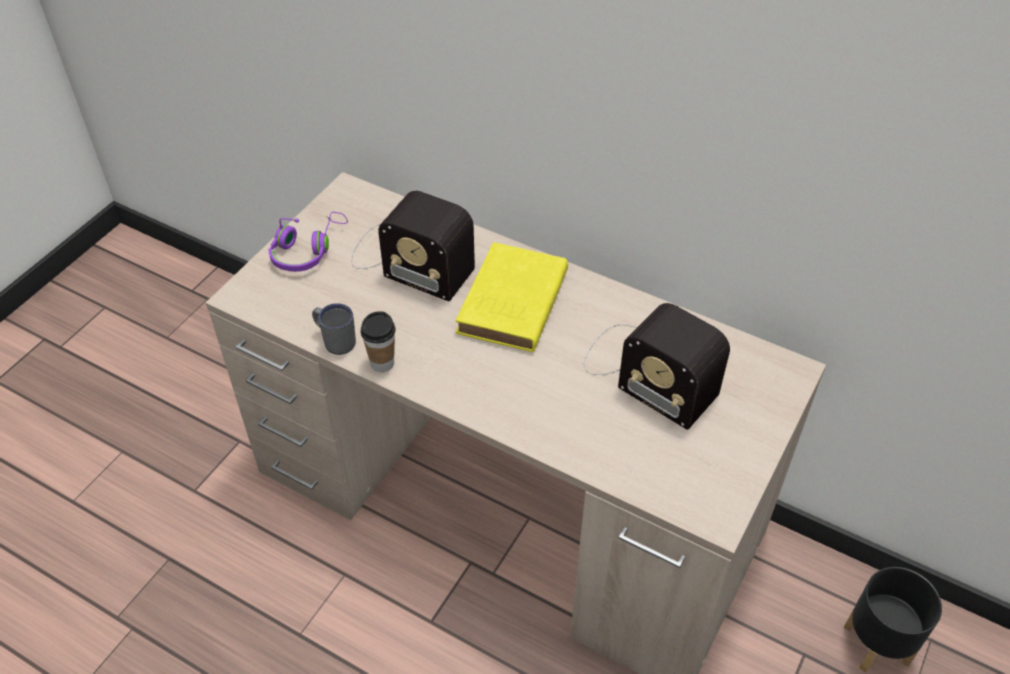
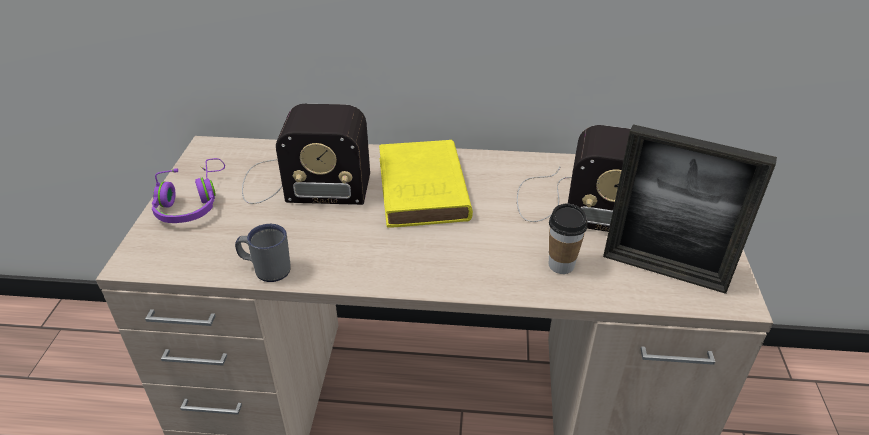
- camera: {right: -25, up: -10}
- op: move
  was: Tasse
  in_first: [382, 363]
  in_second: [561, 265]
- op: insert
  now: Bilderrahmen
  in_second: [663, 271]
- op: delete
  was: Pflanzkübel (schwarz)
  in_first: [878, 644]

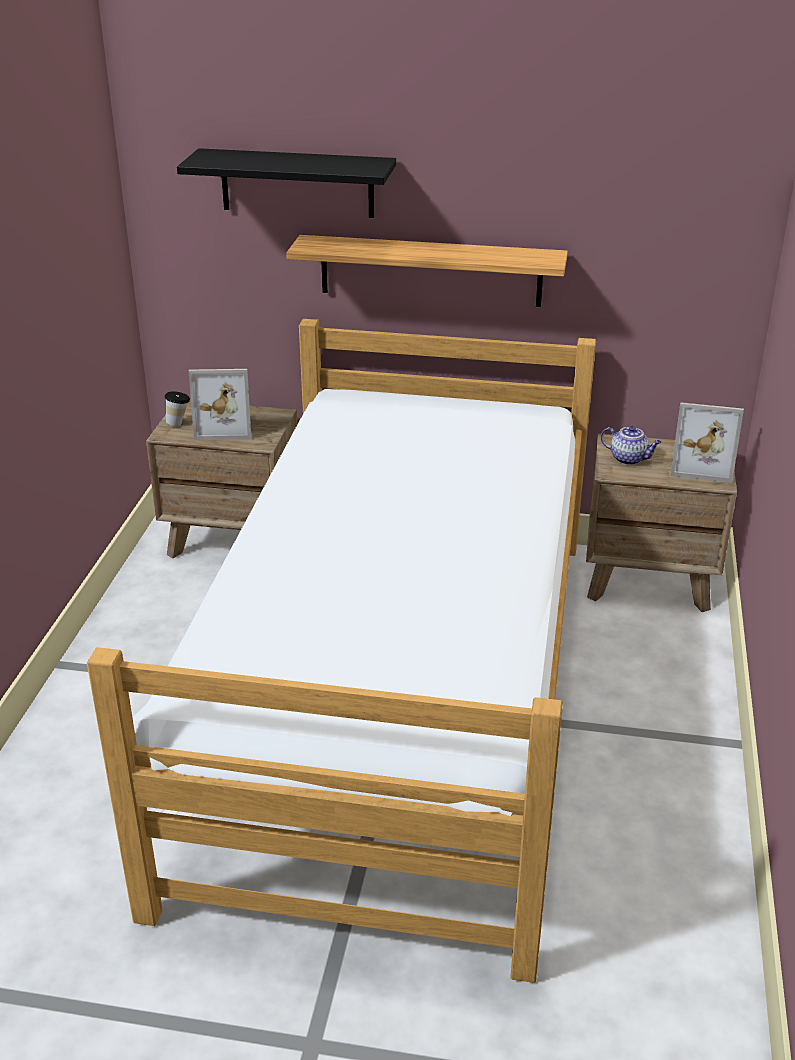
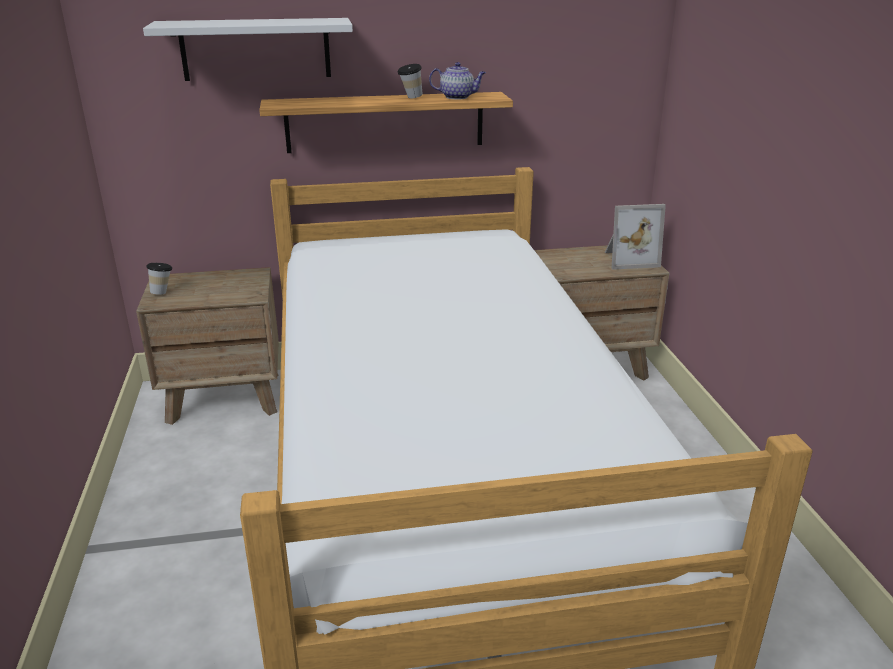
- camera: {right: -20, up: -5}
- op: recolor
  was: Wandregal (schwarz)
  now: Wandregal (weiß)
  in_first: [297, 183]
  in_second: [256, 49]
- op: insert
  now: Tasse
  in_second: [410, 98]
- op: move
  was: Teekanne
  in_first: [629, 459]
  in_second: [458, 97]
- op: delete
  was: Bilderrahmen
  in_first: [225, 427]

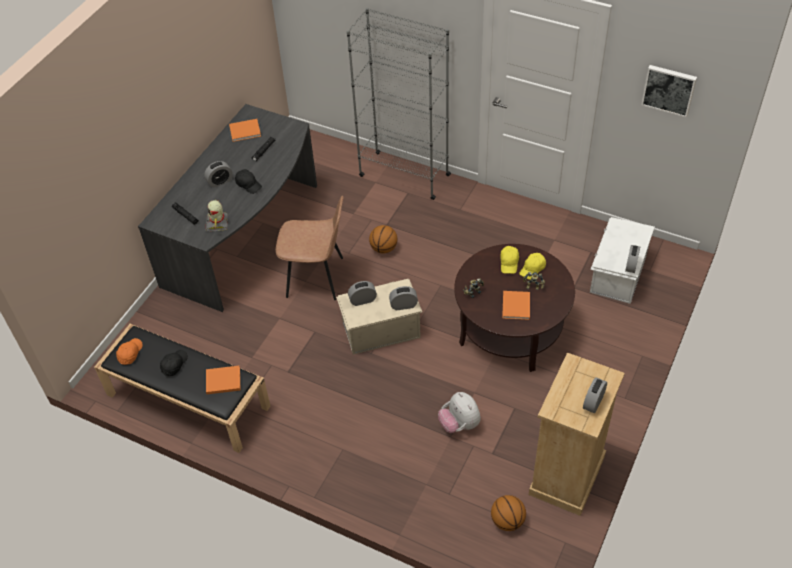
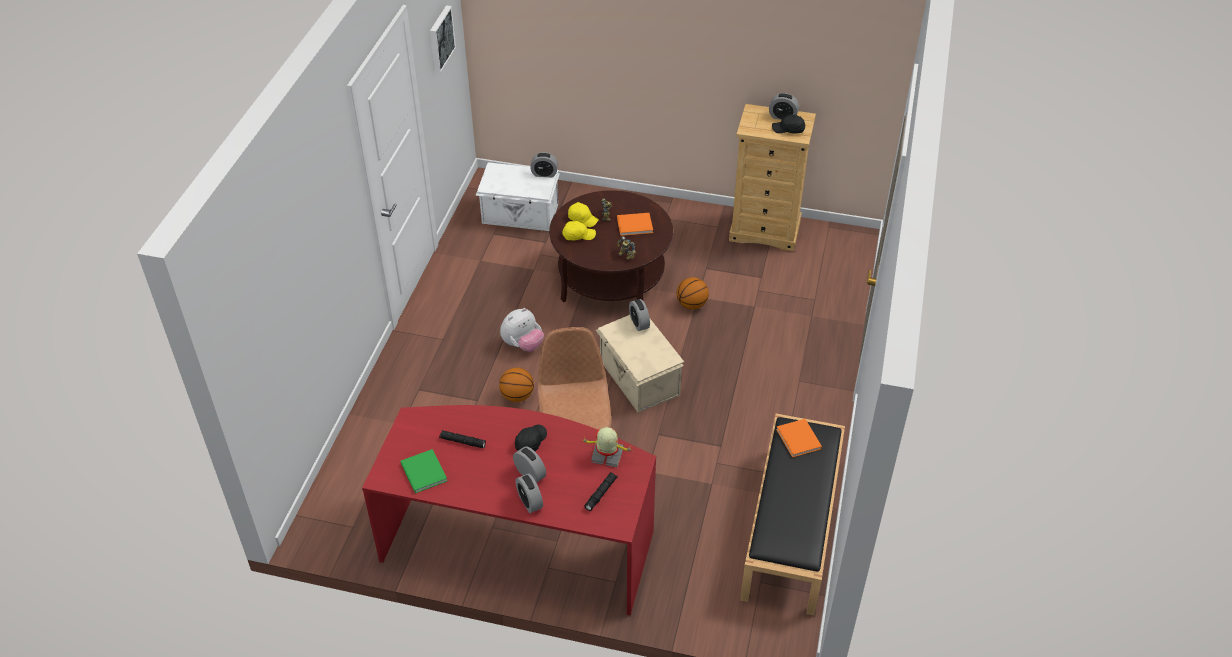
- camera: {right: -105, up: -5}
- op: recolor
  was: Schreibtisch (grau)
  now: Schreibtisch (rot)
  in_first: [246, 236]
  in_second: [520, 540]
- op: recolor
  was: Buch (orange)
  now: Buch (grün)
  in_first: [246, 131]
  in_second: [423, 471]
- op: move
  was: Plüschtier
  in_first: [459, 424]
  in_second: [522, 345]
- op: move
  was: Wecker
  in_first: [362, 300]
  in_second: [529, 502]
- op: rotate
  was: Spielzeugroboter
  in_first: [218, 223]
  in_second: [607, 456]
  clockwise: -150
- op: move
  was: Basketball
  in_first: [507, 521]
  in_second: [692, 305]
- op: move
  was: Kappe (schwarz)
  in_first: [174, 365]
  in_second: [788, 129]
- op: delete
  was: Kappe (orange)
  in_first: [130, 353]
- op: delete
  was: Bücherregal (grau)
  in_first: [404, 175]

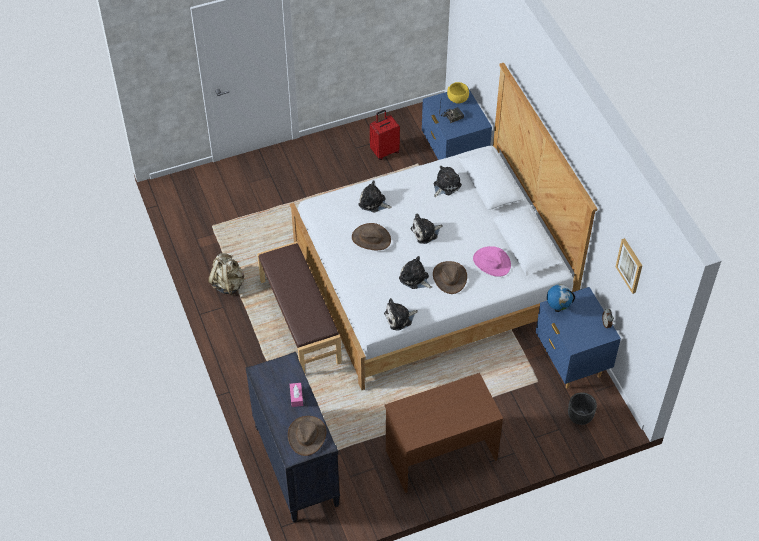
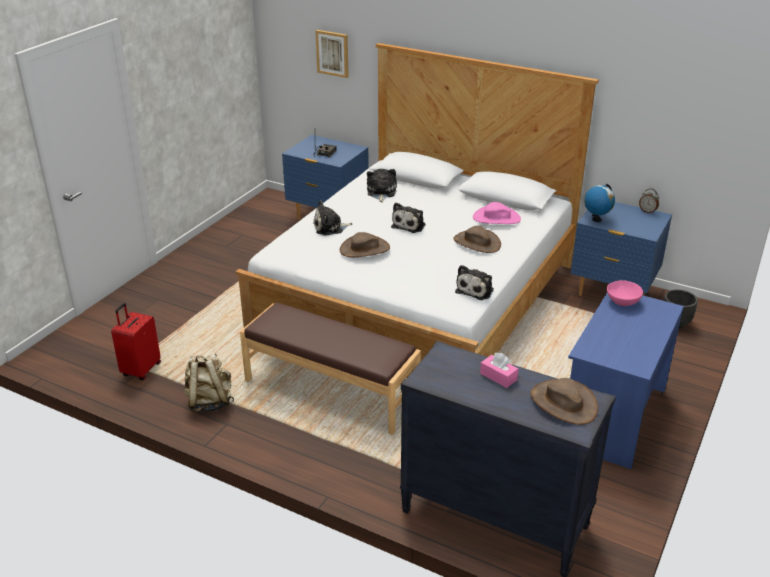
- camera: {right: -40, up: -20}
- op: move
  was: Koffer (rot)
  in_first: [384, 151]
  in_second: [140, 370]
- op: move
  was: Bild
  in_first: [630, 265]
  in_second: [332, 53]
- op: recolor
  was: Schreibtisch (braun)
  now: Schreibtisch (blau)
  in_first: [440, 454]
  in_second: [612, 416]
- op: insert
  now: Schüssel (rosa)
  in_second: [622, 302]
- op: delete
  was: Plüschtier
  in_first: [415, 279]
- op: delete
  was: Schüssel (gelb)
  in_first: [457, 99]

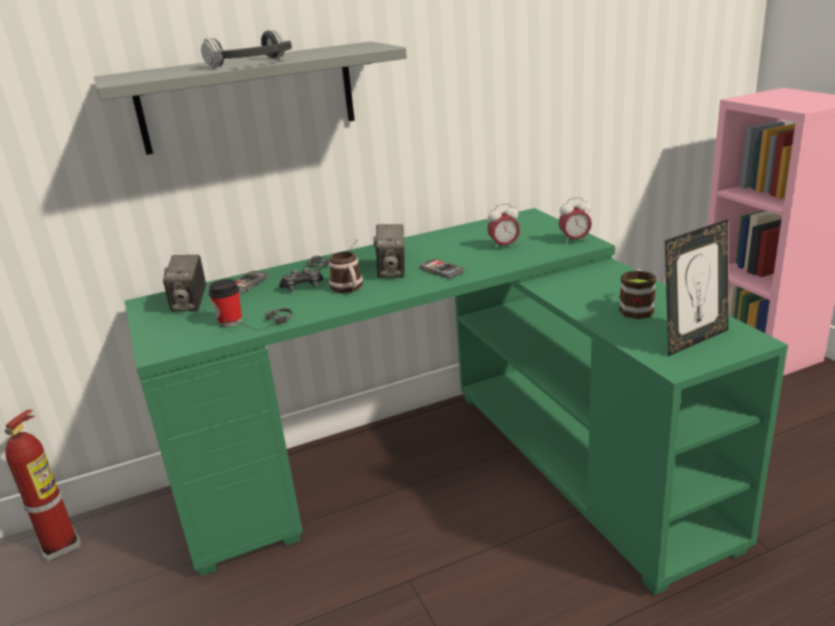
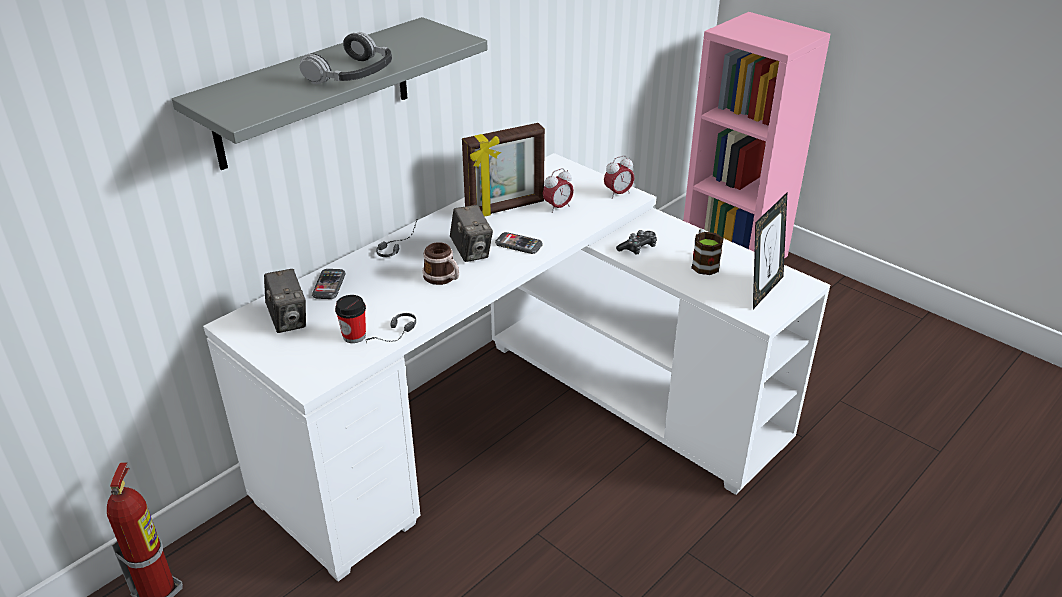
- camera: {right: -25, up: 10}
- op: recolor
  was: Schreibtisch (grün)
  now: Schreibtisch (weiß)
  in_first: [453, 471]
  in_second: [523, 424]
- op: insert
  now: Bilderrahmen
  in_second: [505, 208]
- op: move
  was: Gamepad
  in_first: [302, 287]
  in_second: [638, 248]

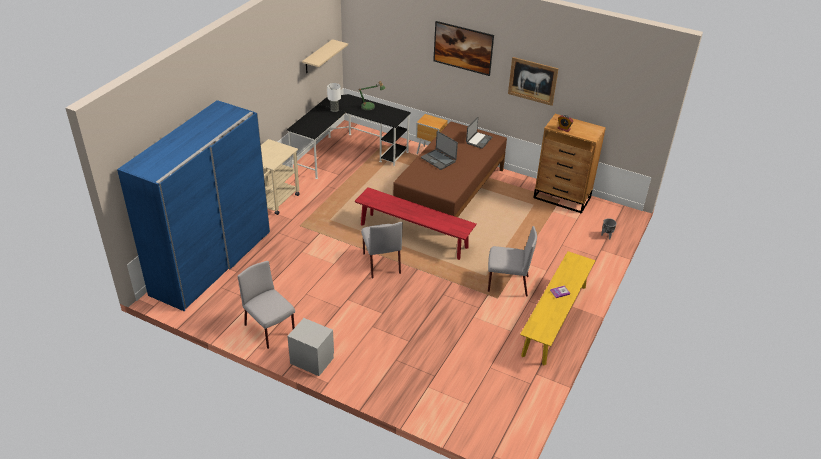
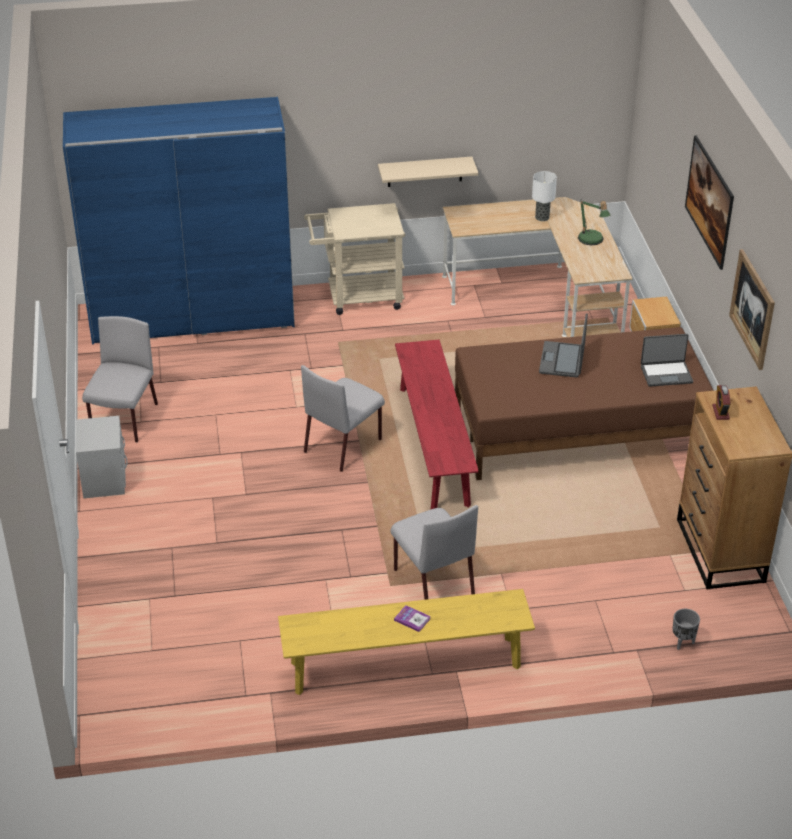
- camera: {right: 55, up: 0}
- op: move
  was: Wandregal (beige)
  in_first: [317, 57]
  in_second: [425, 171]
- op: recolor
  was: Schreibtisch (schwarz)
  now: Schreibtisch (beige)
  in_first: [347, 153]
  in_second: [543, 299]

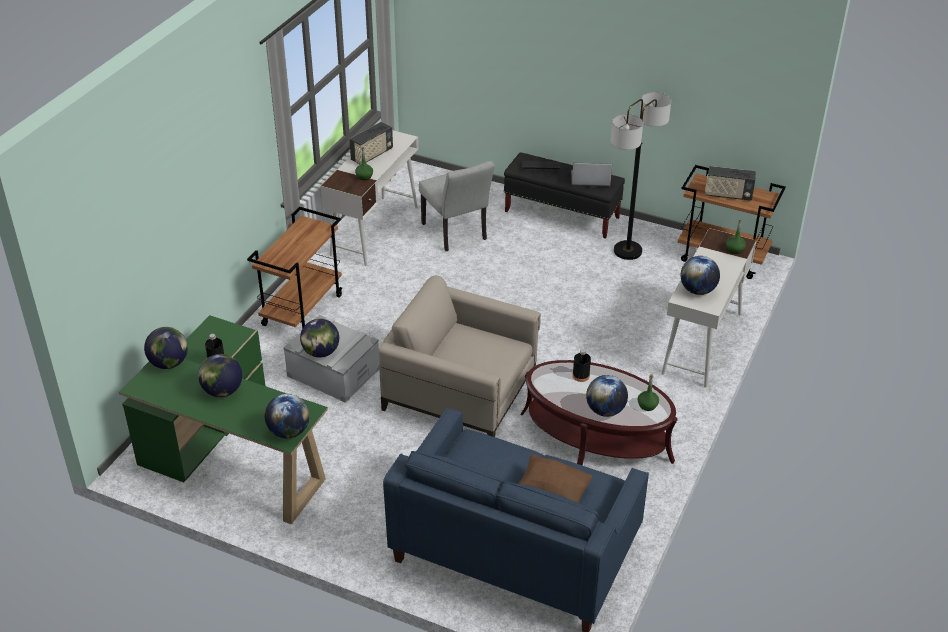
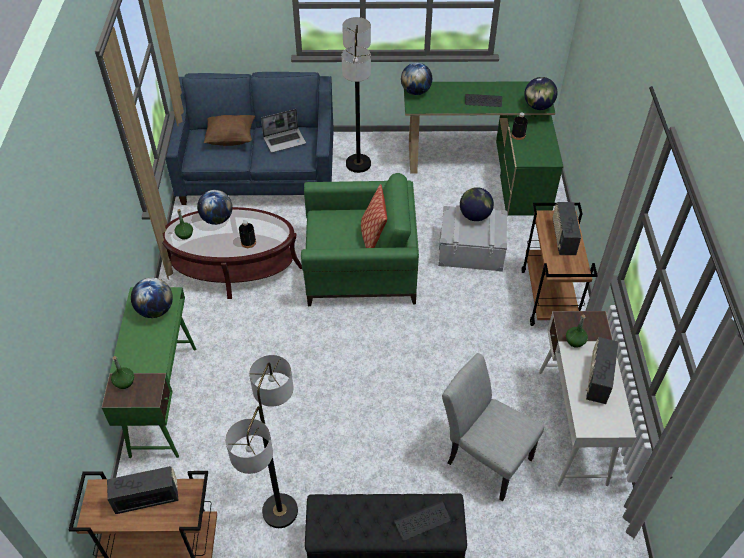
- camera: {right: 155, up: 10}
- op: recolor
  was: Schreibtisch (weiß)
  now: Schreibtisch (grün)
  in_first: [702, 343]
  in_second: [164, 399]
- op: move
  was: Laptop
  in_first: [590, 179]
  in_second: [285, 140]
- op: recolor
  was: Sessel (beige)
  now: Sessel (grün)
  in_first: [460, 392]
  in_second: [360, 268]
- op: insert
  now: Stehlampe
  in_second: [358, 164]
- op: insert
  now: Kissen
  in_second: [373, 236]
- op: replace
  was: Globus
  now: Tastatur
  in_first: [222, 391]
  in_second: [483, 101]
- op: insert
  now: Radio
  in_second: [563, 238]

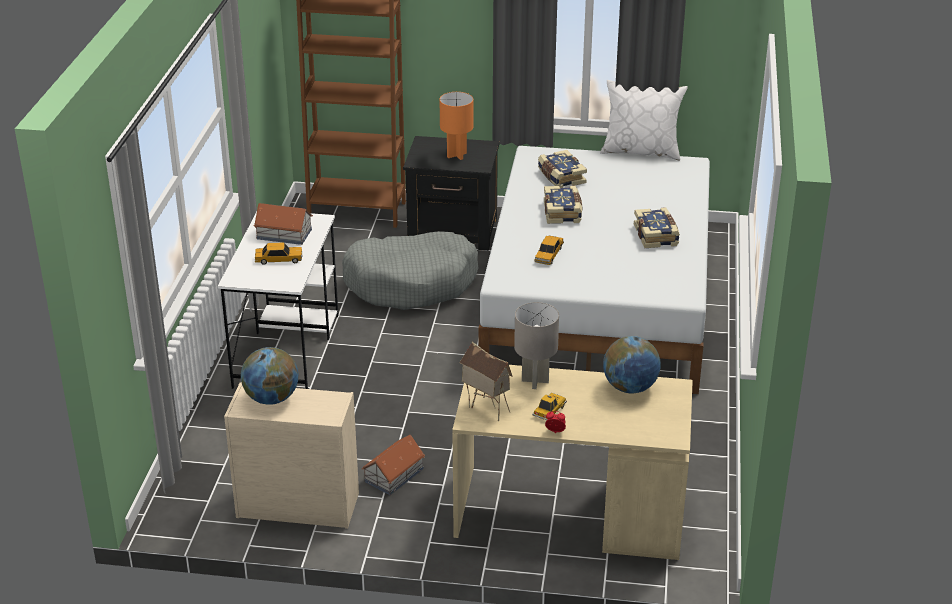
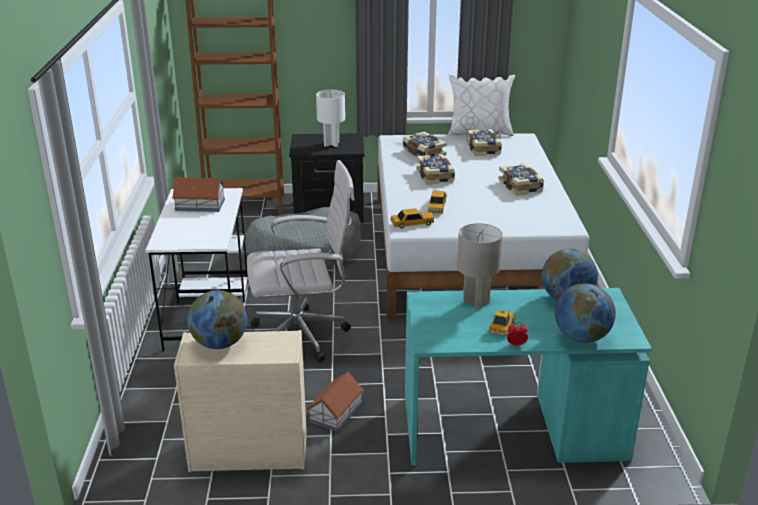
- camera: {right: -10, up: -5}
- op: insert
  now: Bürostuhl (weiß)
  in_second: [304, 335]
- op: recolor
  was: Tischlampe (orange)
  now: Tischlampe (weiß)
  in_first: [456, 155]
  in_second: [331, 144]
- op: move
  was: Spielzeugauto
  in_first: [279, 259]
  in_second: [412, 223]
- op: recolor
  was: Schreibtisch (beige)
  now: Schreibtisch (türkis)
  in_first: [568, 512]
  in_second: [511, 428]
- op: insert
  now: Buch
  in_second: [484, 149]
- op: insert
  now: Globus
  in_second: [581, 337]
- op: delete
  was: Spielzeughaus
  in_first: [485, 409]

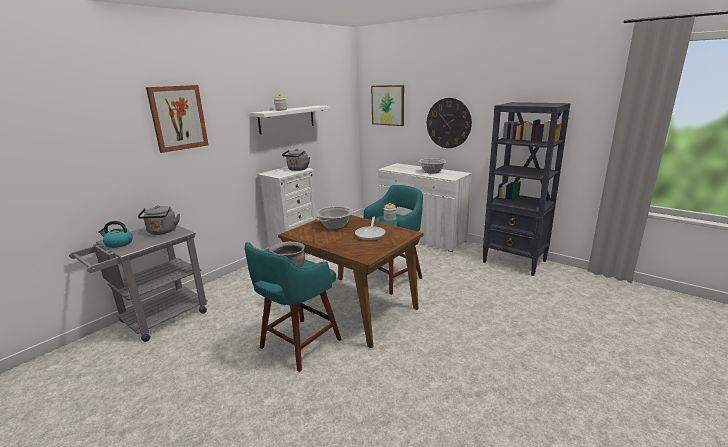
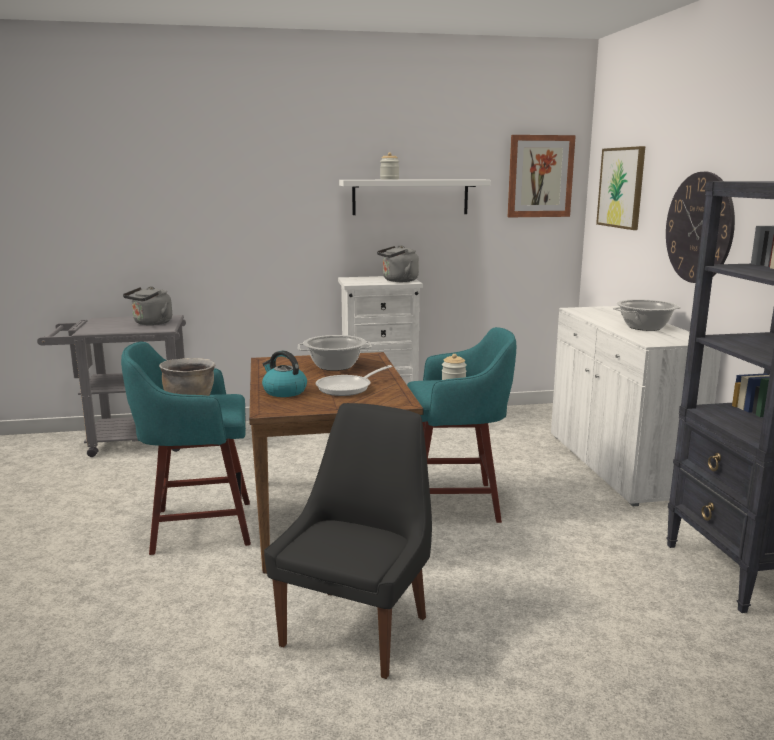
- camera: {right: 40, up: -5}
- op: move
  was: Wasserkessel
  in_first: [118, 244]
  in_second: [284, 391]
- op: insert
  now: Stuhl (schwarz)
  in_second: [358, 628]
- op: move
  was: Bild
  in_first: [178, 118]
  in_second: [540, 176]

